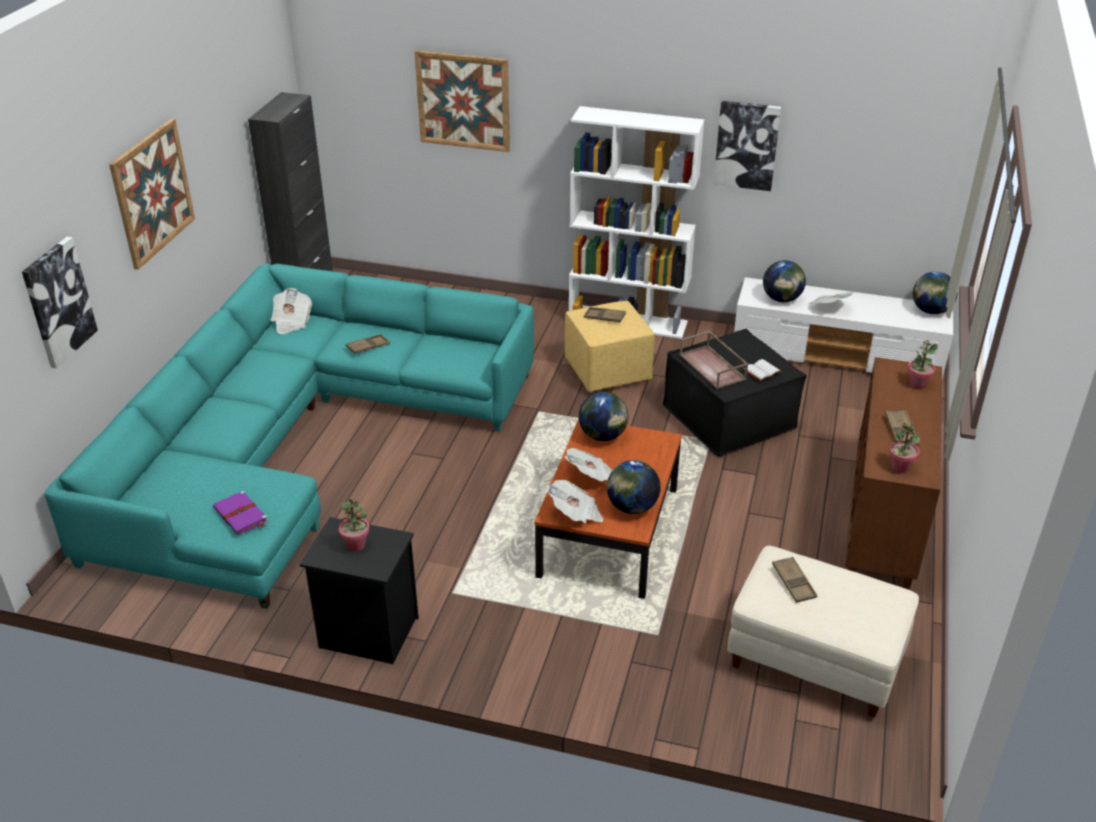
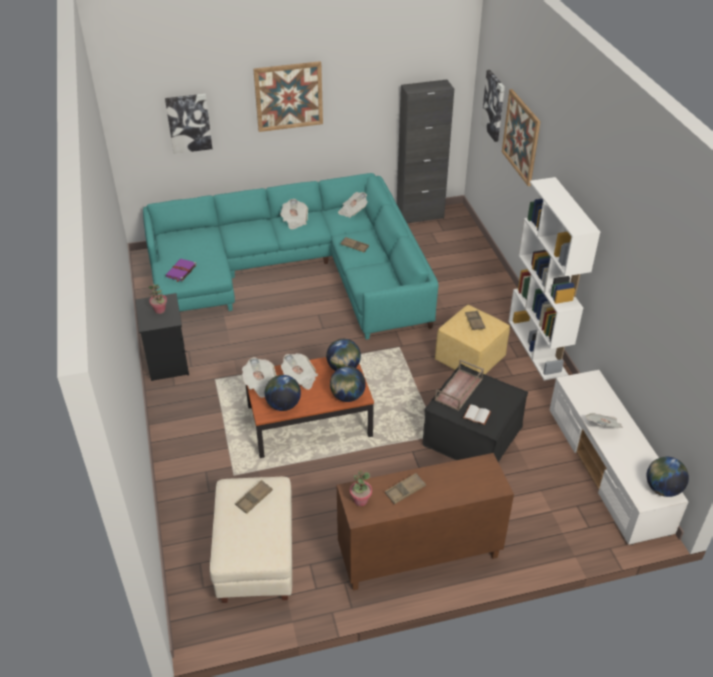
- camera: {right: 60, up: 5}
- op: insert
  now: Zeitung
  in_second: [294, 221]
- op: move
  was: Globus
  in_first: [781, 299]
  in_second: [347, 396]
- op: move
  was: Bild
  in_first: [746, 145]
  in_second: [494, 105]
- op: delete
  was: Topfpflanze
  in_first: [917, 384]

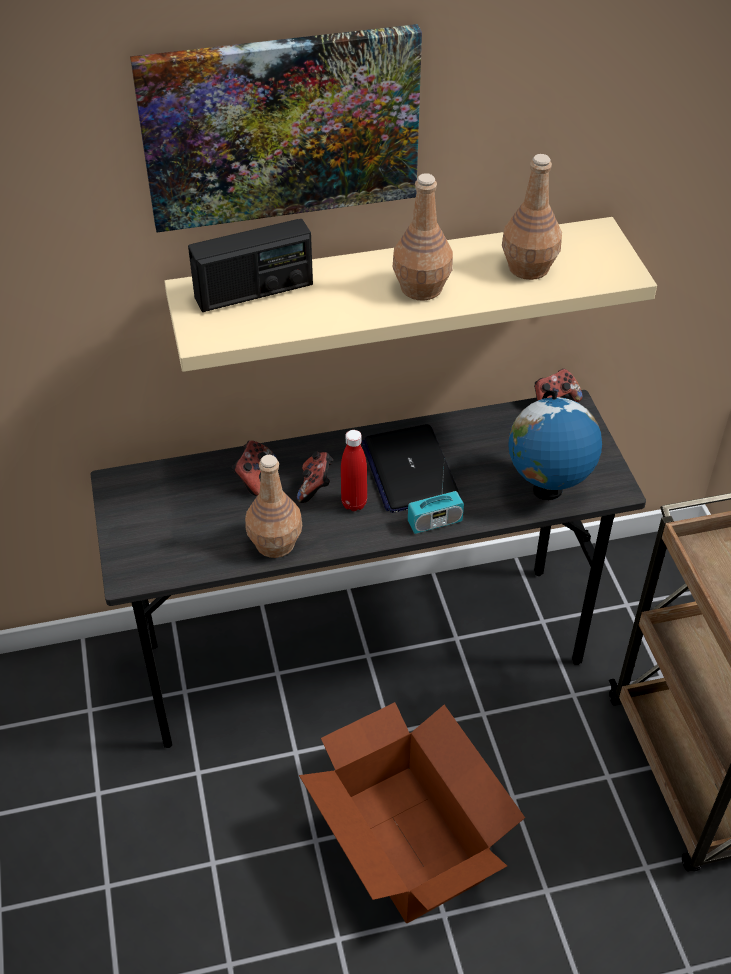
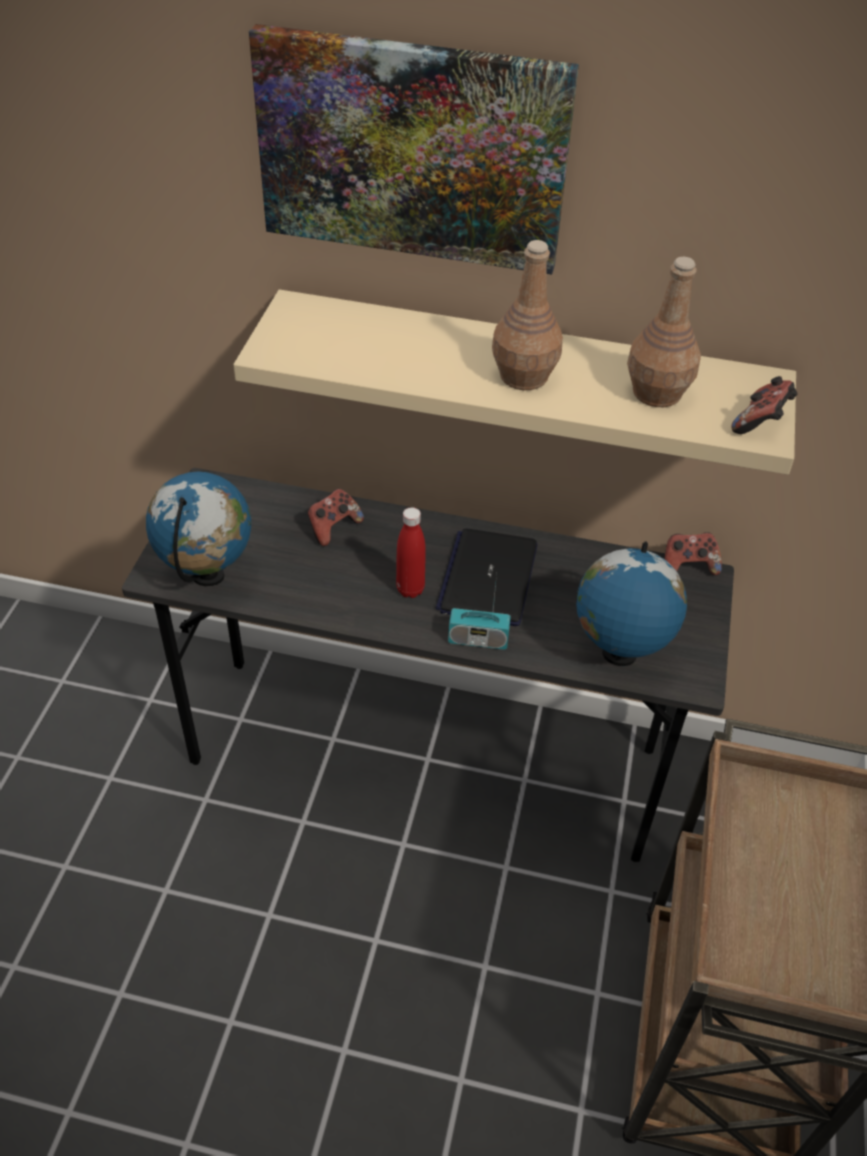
- camera: {right: 25, up: 0}
- op: insert
  now: Globus
  in_second: [208, 576]
- op: move
  was: Gamepad
  in_first: [315, 487]
  in_second: [761, 423]
- op: delete
  was: Radio
  in_first: [254, 291]
- op: delete
  was: Flasche (braun)
  in_first: [275, 543]
- op: delete
  was: Karton
  in_first: [409, 840]

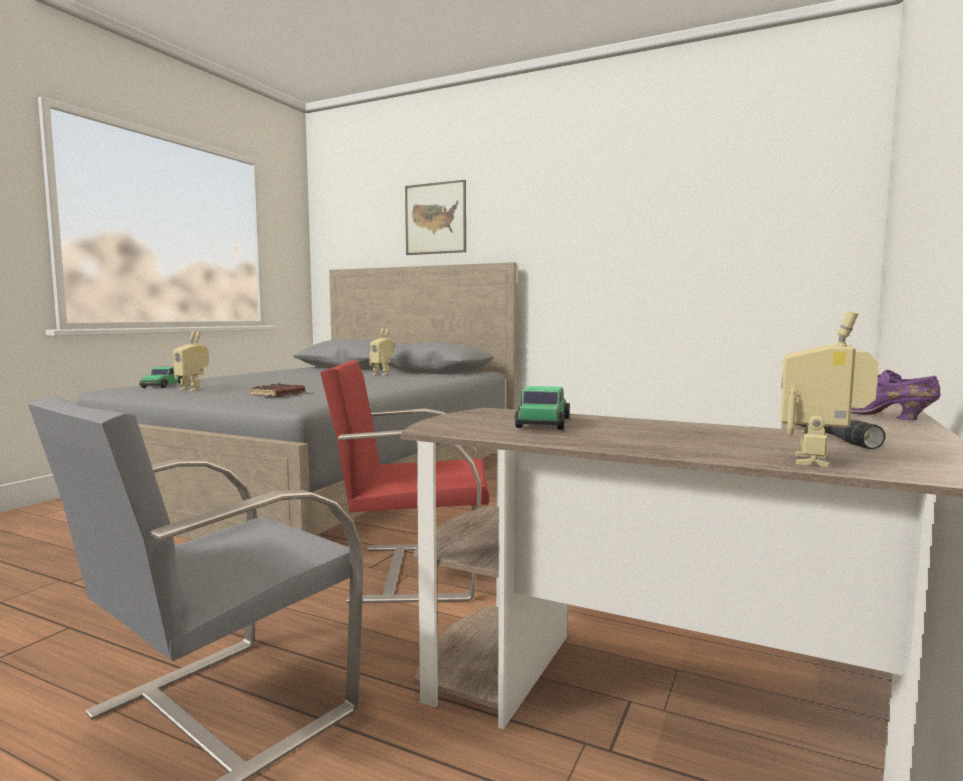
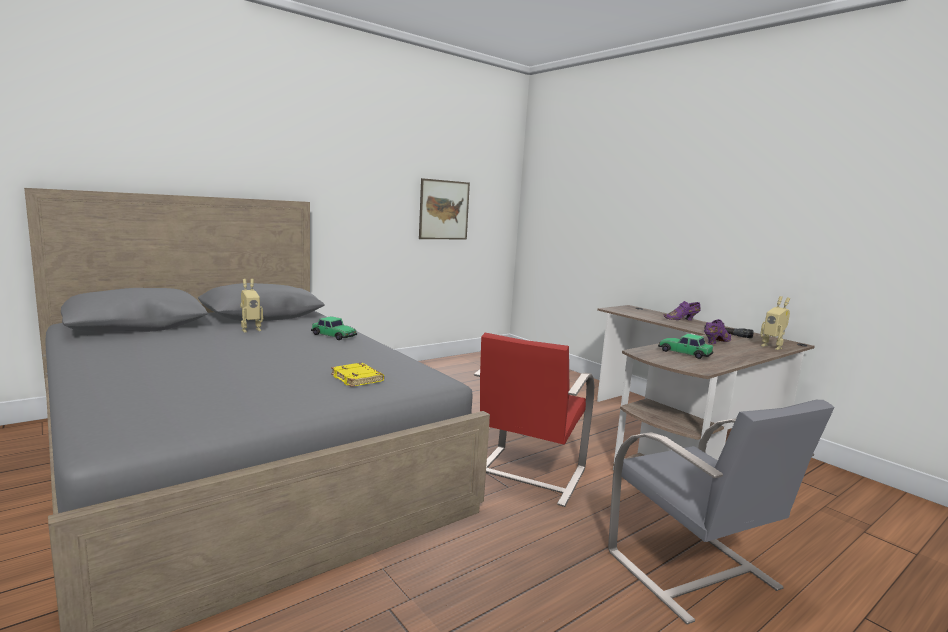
- camera: {right: -65, up: 5}
- op: move
  was: Spielzeugauto
  in_first: [163, 386]
  in_second: [334, 335]
- op: recolor
  was: Buch (braun)
  now: Buch (gelb)
  in_first: [278, 395]
  in_second: [358, 378]
- op: move
  was: Bild
  in_first: [435, 218]
  in_second: [444, 210]
- op: insert
  now: Schuh (lila)
  in_second: [716, 342]
- op: delete
  was: Spielzeugroboter
  in_first: [193, 389]

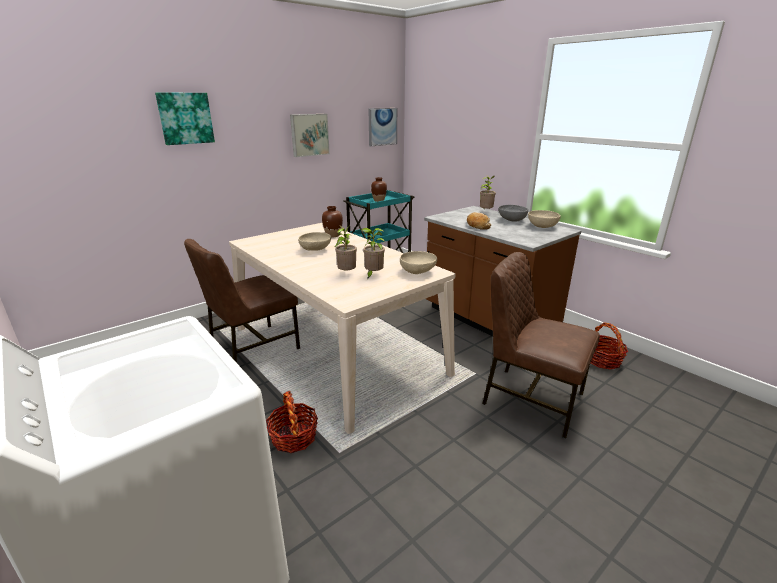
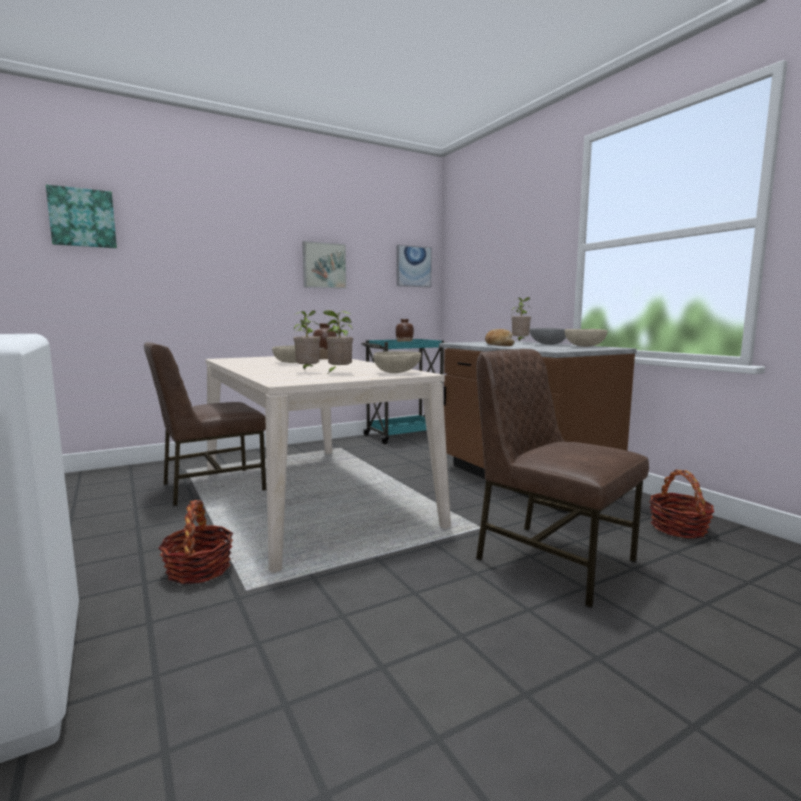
- camera: {right: 10, up: -15}
- op: move
  was: Bild
  in_first: [185, 118]
  in_second: [82, 218]

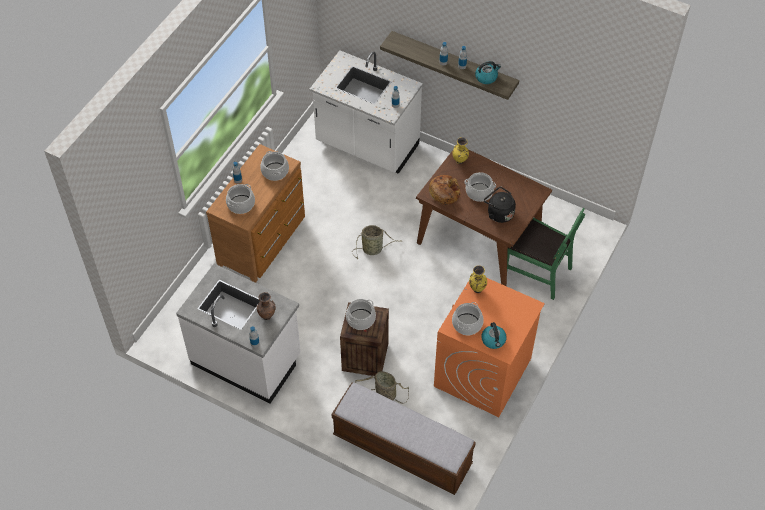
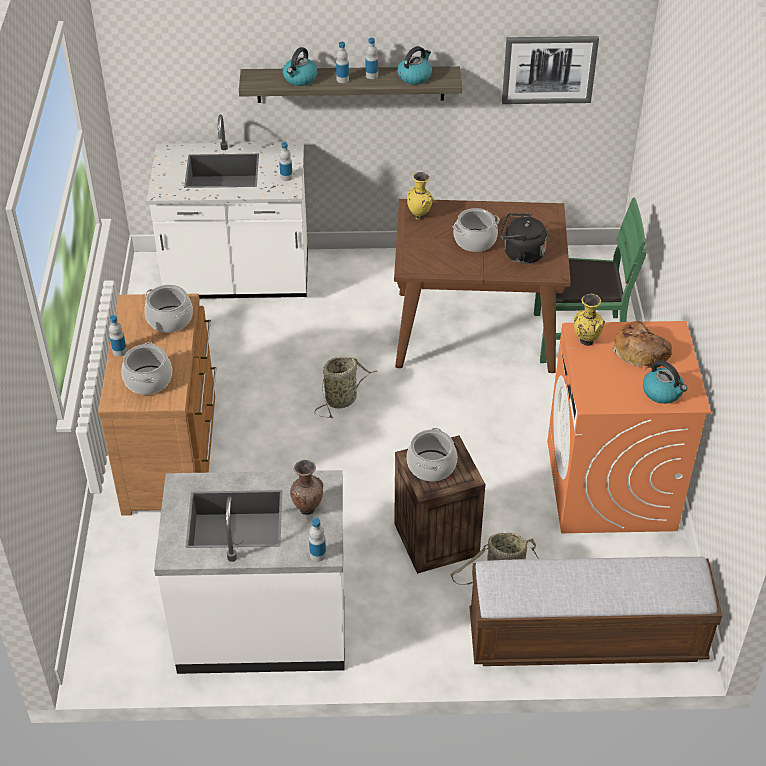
- camera: {right: -30, up: -10}
- op: insert
  now: Wasserkessel
  in_second: [300, 79]
- op: insert
  now: Bild
  in_second: [549, 69]
- op: move
  was: Brot
  in_first: [444, 192]
  in_second: [641, 351]
- op: delete
  was: Kochtopf
  in_first: [467, 324]

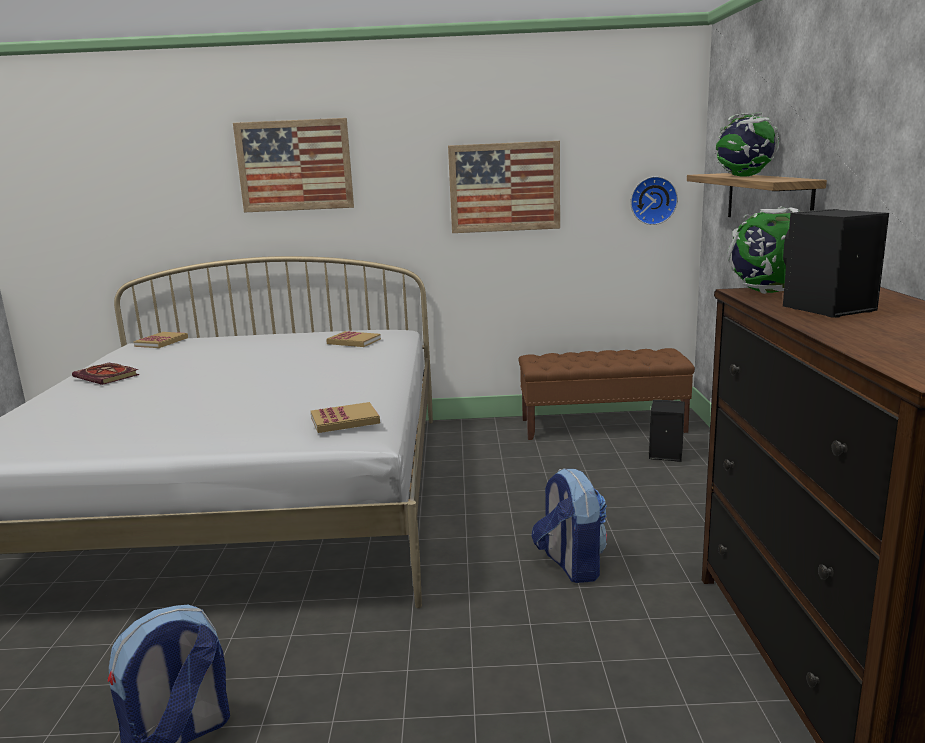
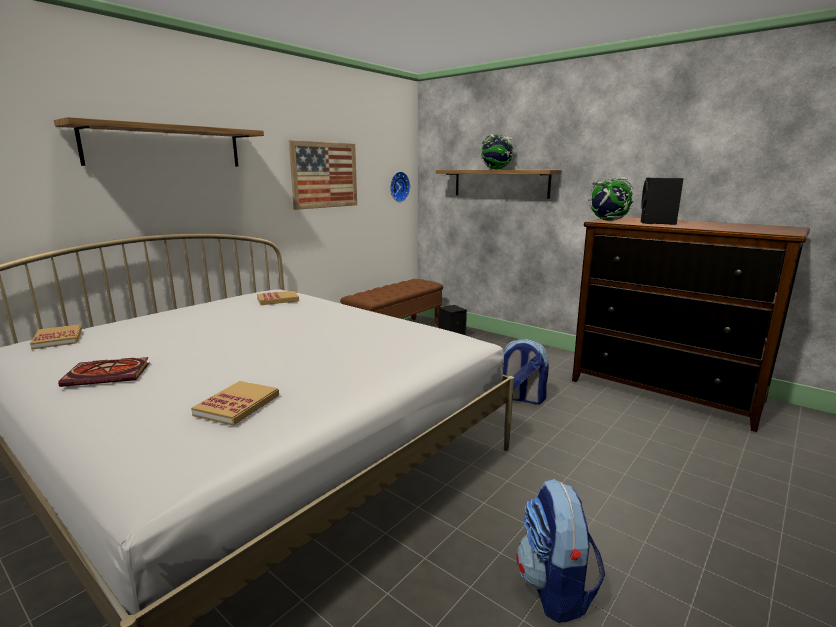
- camera: {right: -50, up: 0}
- op: replace
  was: Bild
  now: Wandregal
  in_first: [295, 165]
  in_second: [165, 146]
- op: move
  was: Buch
  in_first: [345, 420]
  in_second: [237, 405]

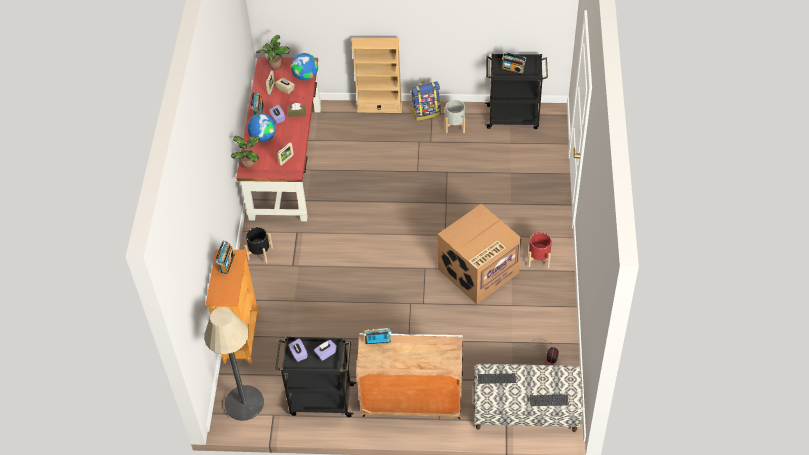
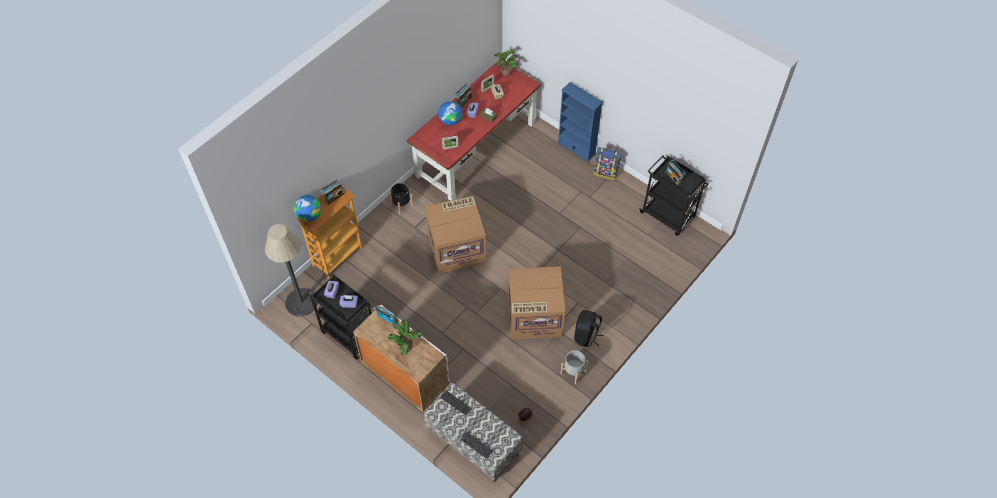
- camera: {right: 35, up: 5}
- op: move
  was: Globus
  in_first: [305, 76]
  in_second: [309, 216]
- op: move
  was: Topfpflanze
  in_first: [249, 163]
  in_second: [406, 347]
- op: insert
  now: Karton
  in_second: [457, 247]
- op: recolor
  was: Bücherregal (beige)
  now: Bücherregal (blau)
  in_first: [379, 107]
  in_second: [576, 148]
- op: move
  was: Pflanzkübel (grau)
  in_first: [455, 126]
  in_second: [573, 372]
- op: replace
  was: Pflanzkübel (rot)
  now: Rucksack (schwarz)
  in_first: [539, 259]
  in_second: [586, 336]

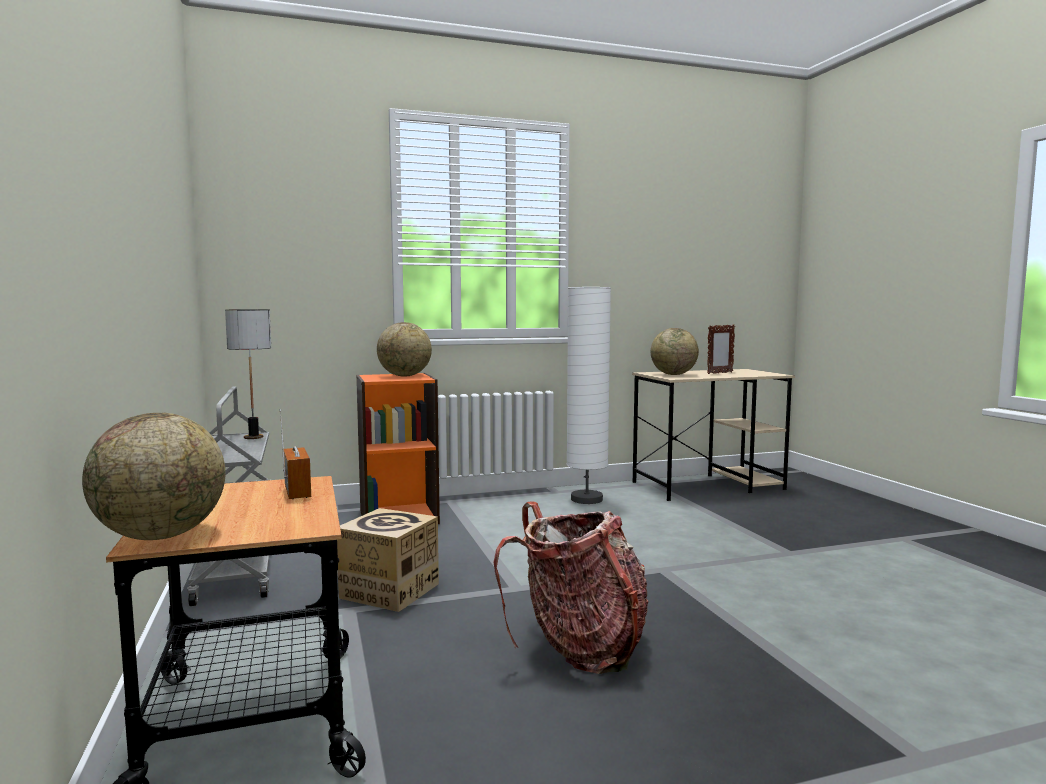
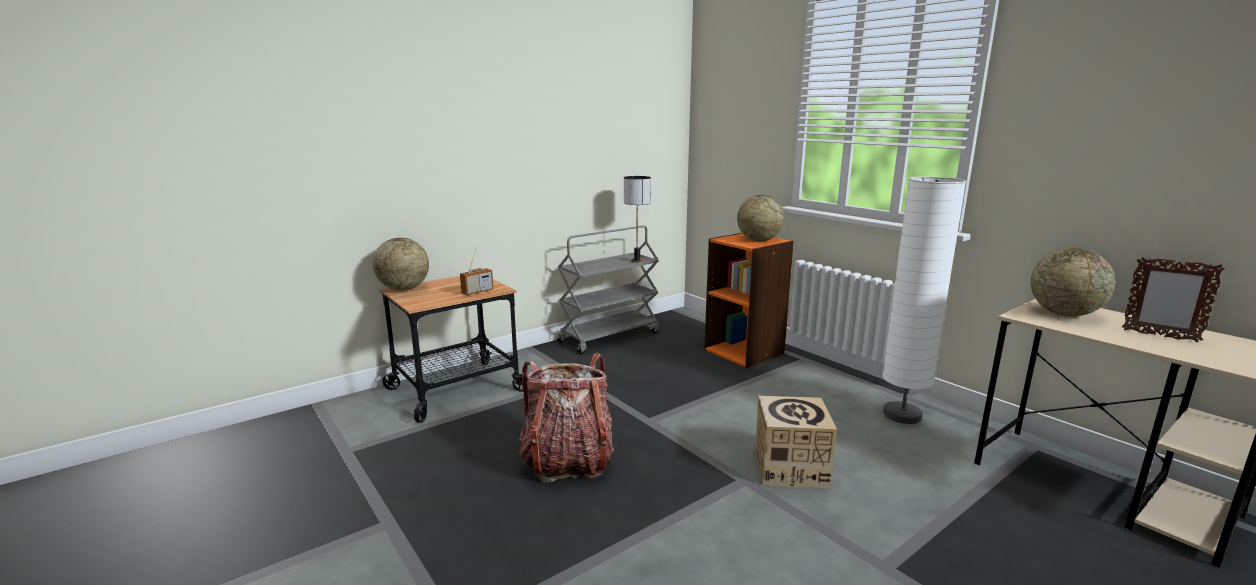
- camera: {right: 70, up: 10}
- op: move
  was: Karton
  in_first: [389, 591]
  in_second: [790, 468]

